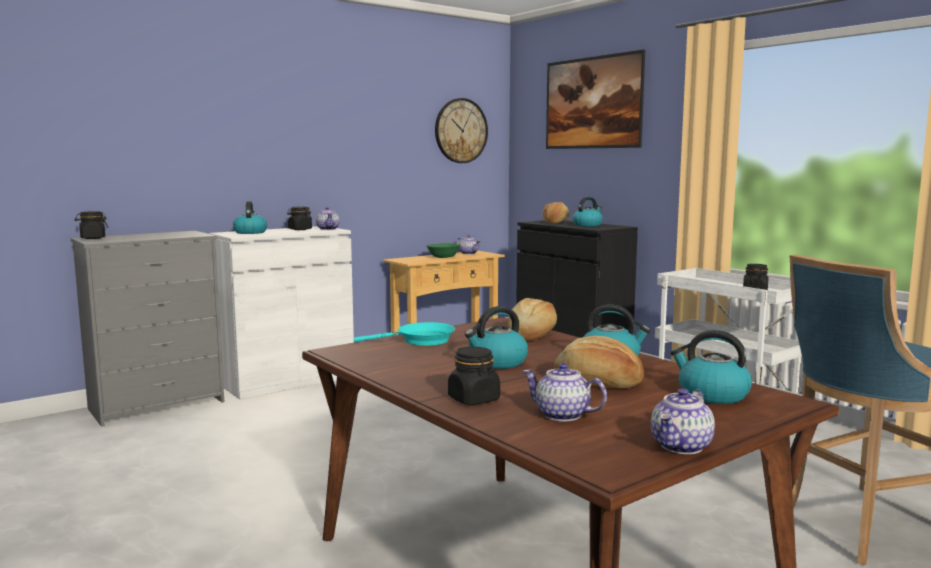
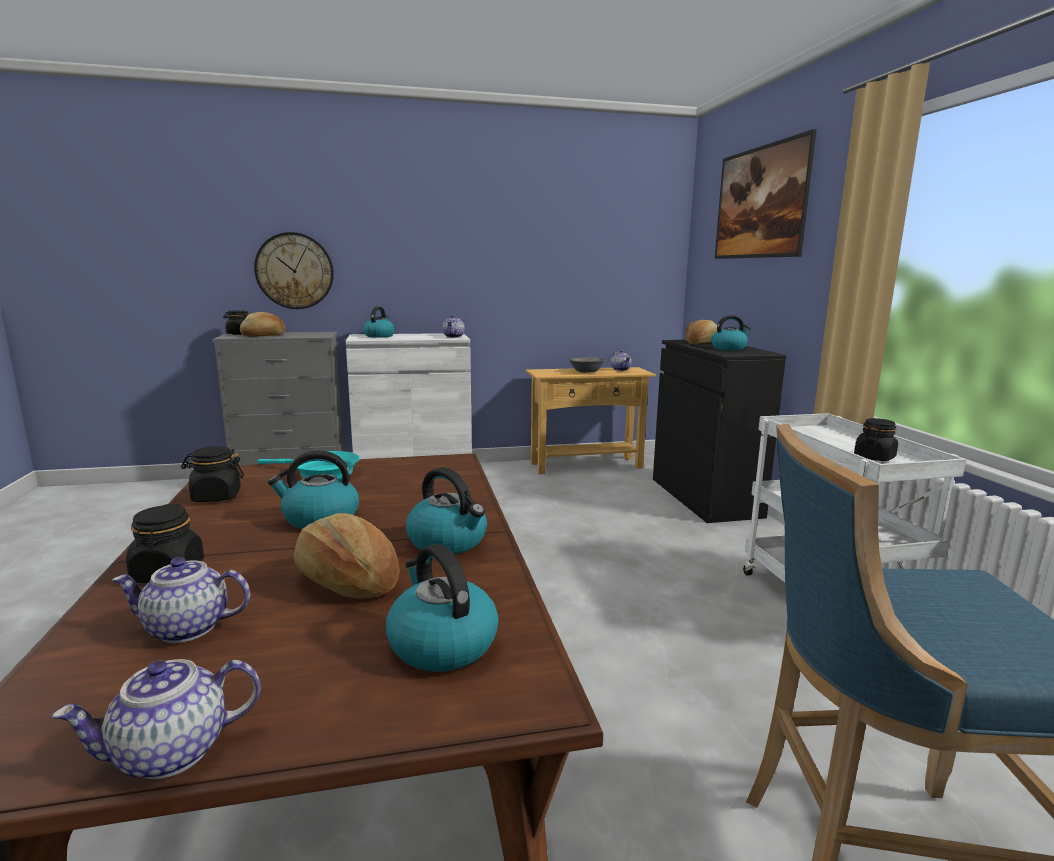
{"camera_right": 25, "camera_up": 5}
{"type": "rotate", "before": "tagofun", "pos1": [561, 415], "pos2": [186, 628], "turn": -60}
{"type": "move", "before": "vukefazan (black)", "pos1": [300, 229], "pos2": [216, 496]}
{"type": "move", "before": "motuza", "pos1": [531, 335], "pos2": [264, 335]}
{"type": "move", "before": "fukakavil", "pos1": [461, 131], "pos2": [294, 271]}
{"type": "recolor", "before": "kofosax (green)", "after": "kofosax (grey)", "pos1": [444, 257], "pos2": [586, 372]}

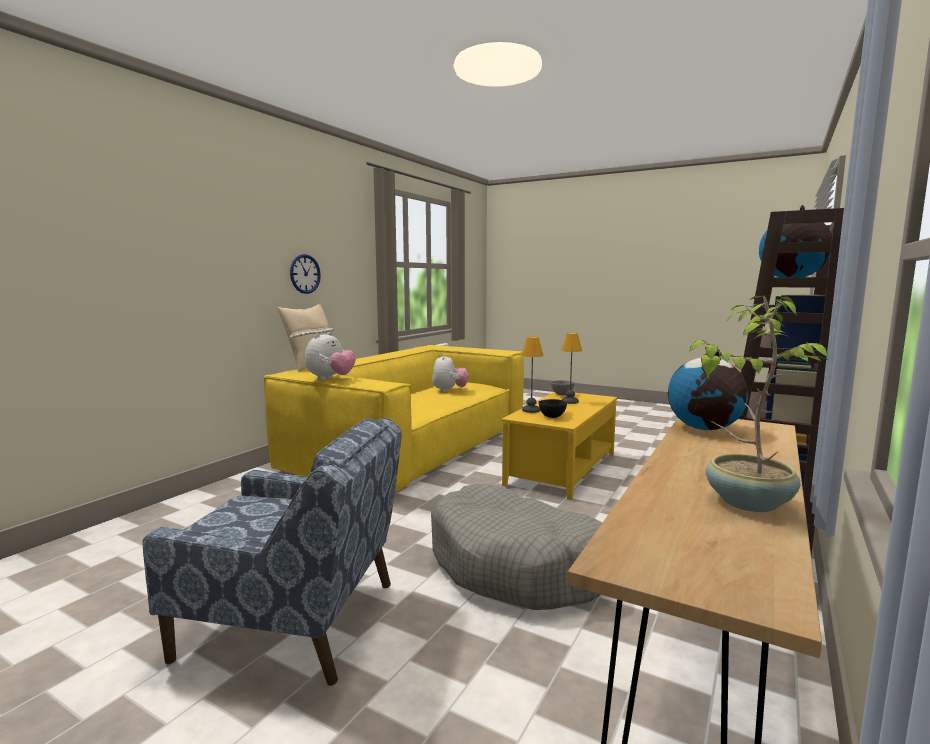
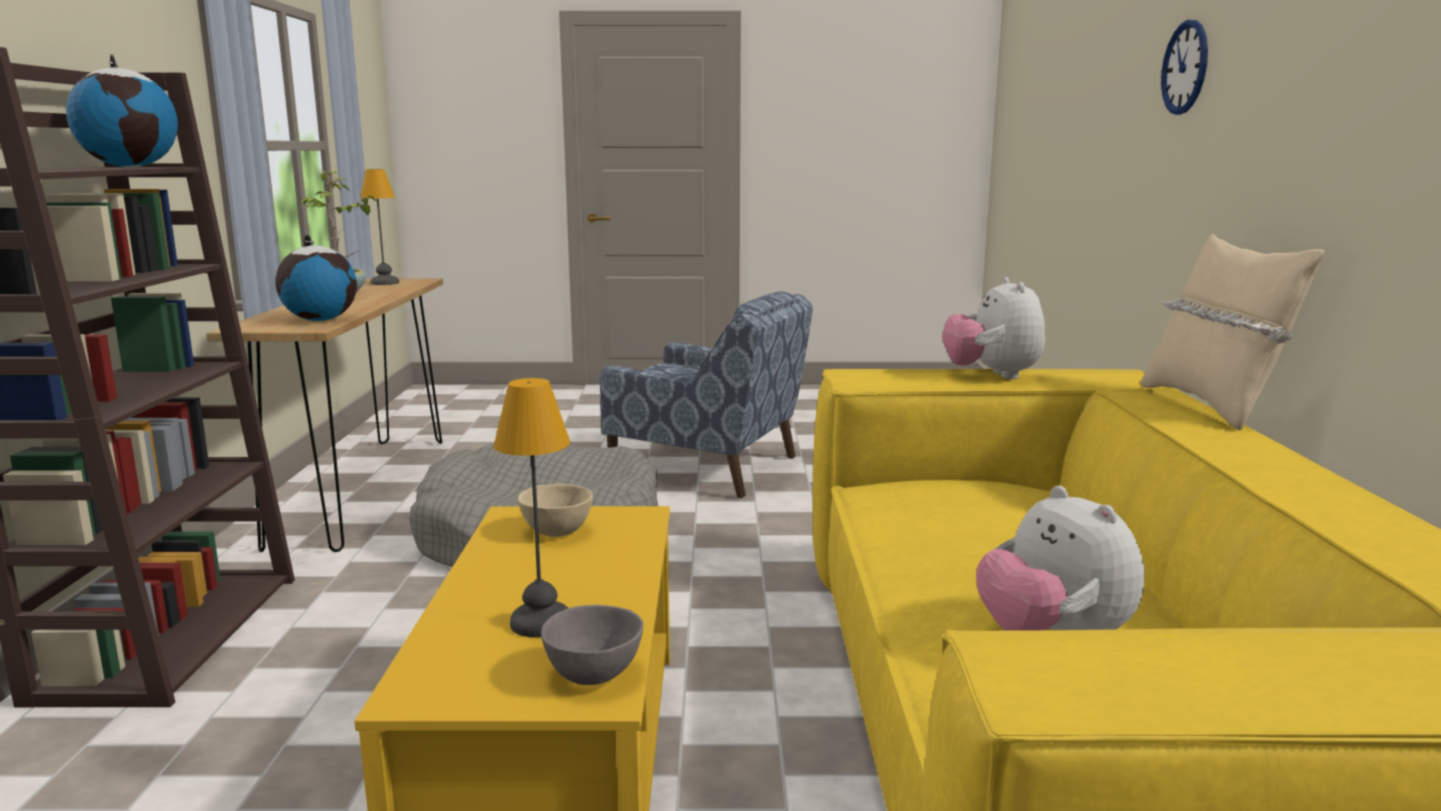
{"camera_right": 150, "camera_up": 5}
{"type": "move", "before": "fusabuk", "pos1": [531, 410], "pos2": [384, 283]}
{"type": "recolor", "before": "kofosax (black)", "after": "kofosax (beige)", "pos1": [552, 417], "pos2": [556, 532]}
{"type": "rotate", "before": "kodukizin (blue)", "pos1": [294, 621], "pos2": [708, 468], "turn": -135}
{"type": "move", "before": "fukakavil", "pos1": [305, 274], "pos2": [1185, 67]}

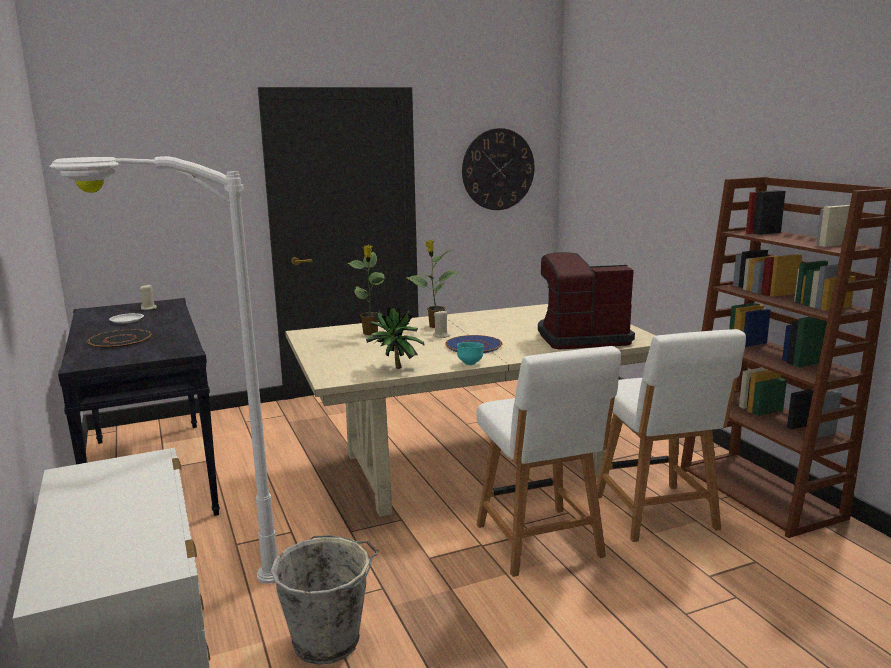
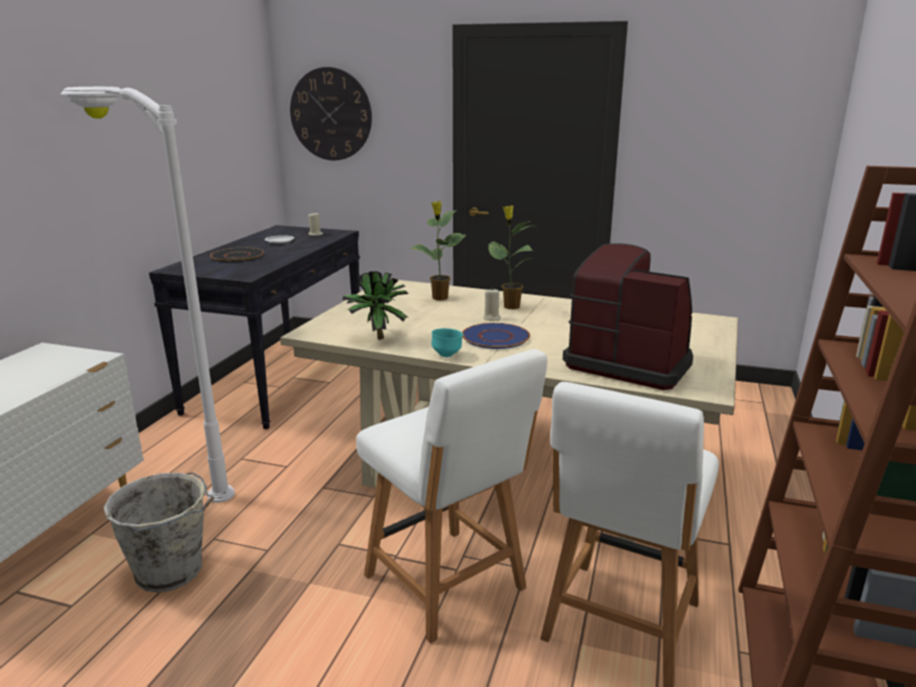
{"camera_right": 40, "camera_up": 5}
{"type": "move", "before": "fukakavil", "pos1": [498, 169], "pos2": [331, 114]}
{"type": "rotate", "before": "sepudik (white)", "pos1": [540, 543], "pos2": [448, 585], "turn": -60}

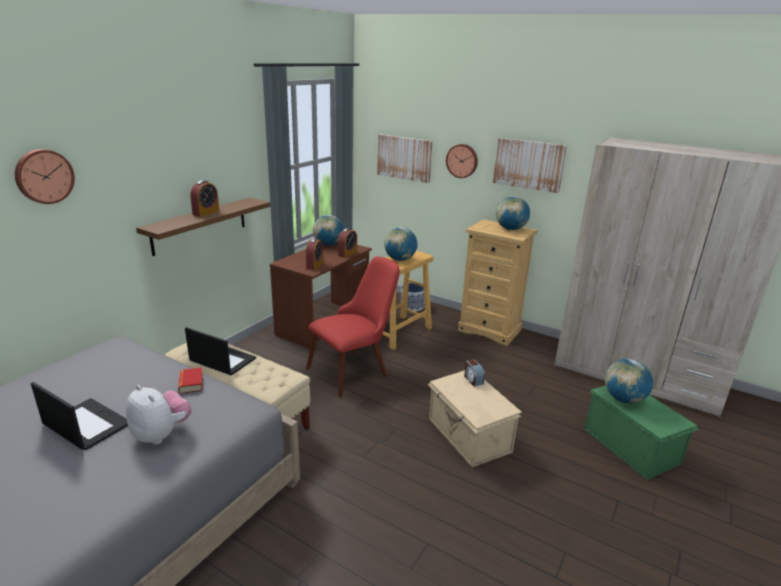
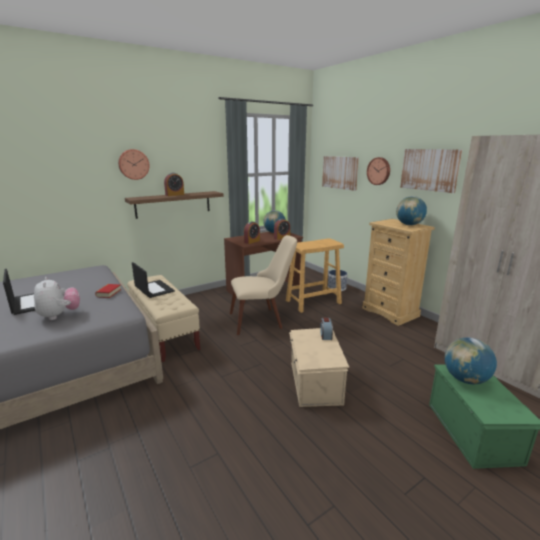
{"camera_right": 25, "camera_up": -5}
{"type": "move", "before": "fukakavil", "pos1": [44, 176], "pos2": [133, 164]}
{"type": "recolor", "before": "sepudik (red)", "after": "sepudik (beige)", "pos1": [355, 369], "pos2": [262, 319]}
{"type": "delete", "before": "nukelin", "pos1": [400, 259]}

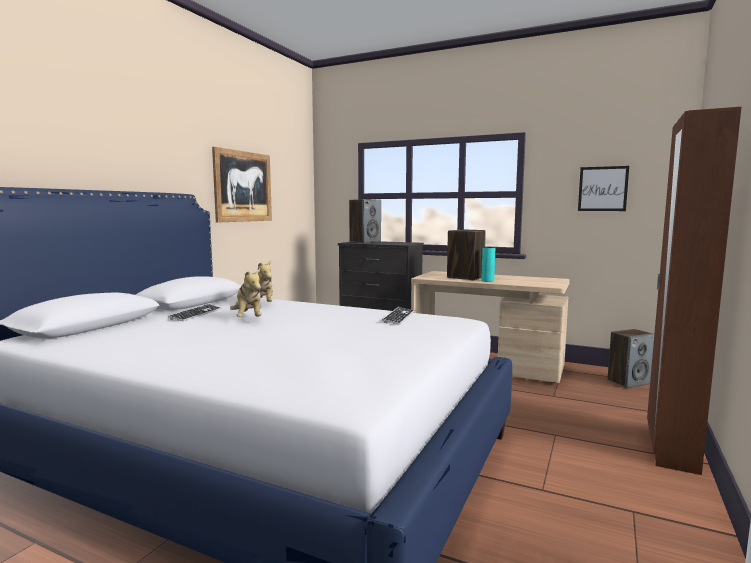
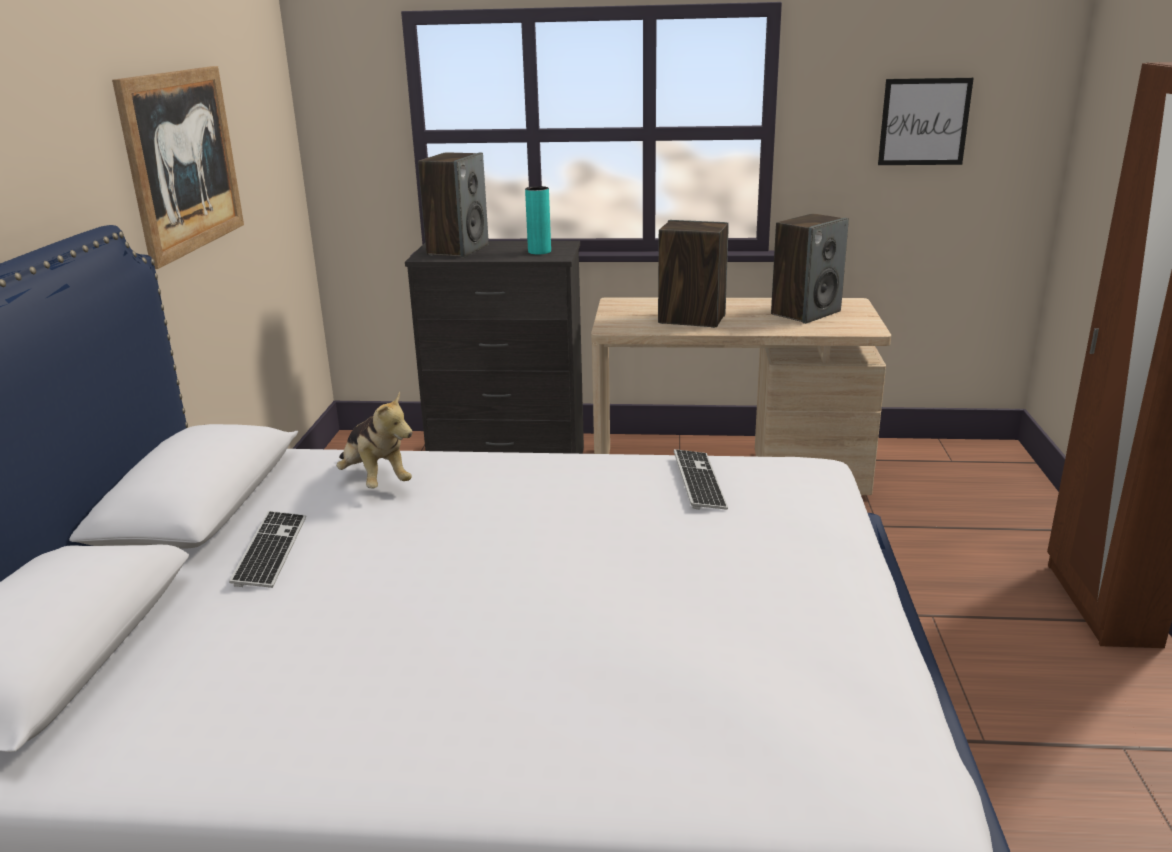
{"camera_right": -20, "camera_up": 15}
{"type": "move", "before": "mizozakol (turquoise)", "pos1": [487, 281], "pos2": [539, 252]}
{"type": "move", "before": "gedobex", "pos1": [628, 382], "pos2": [805, 313]}
{"type": "delete", "before": "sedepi", "pos1": [248, 319]}

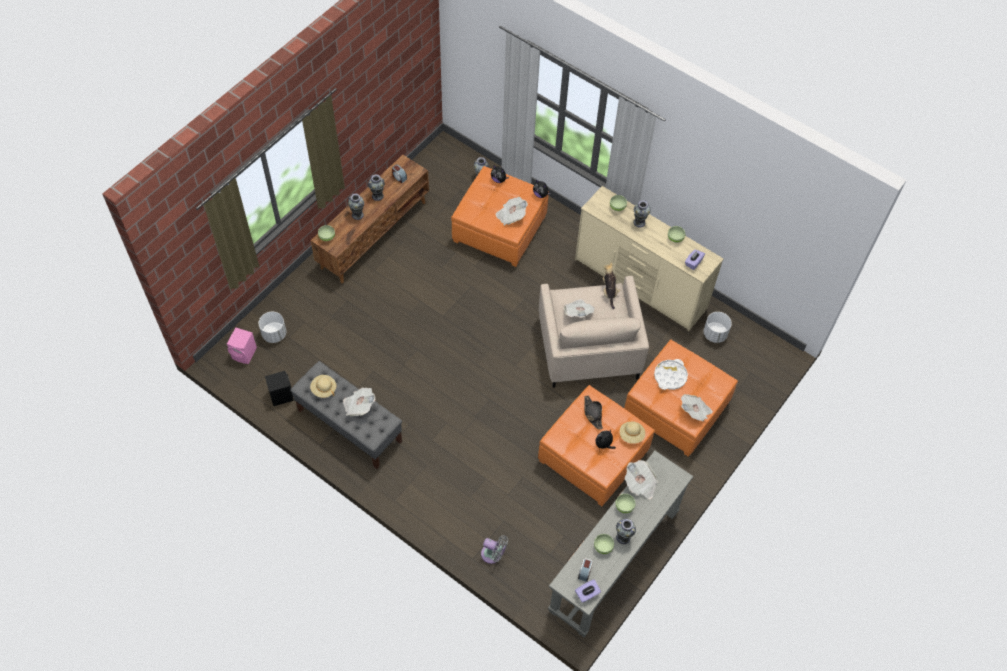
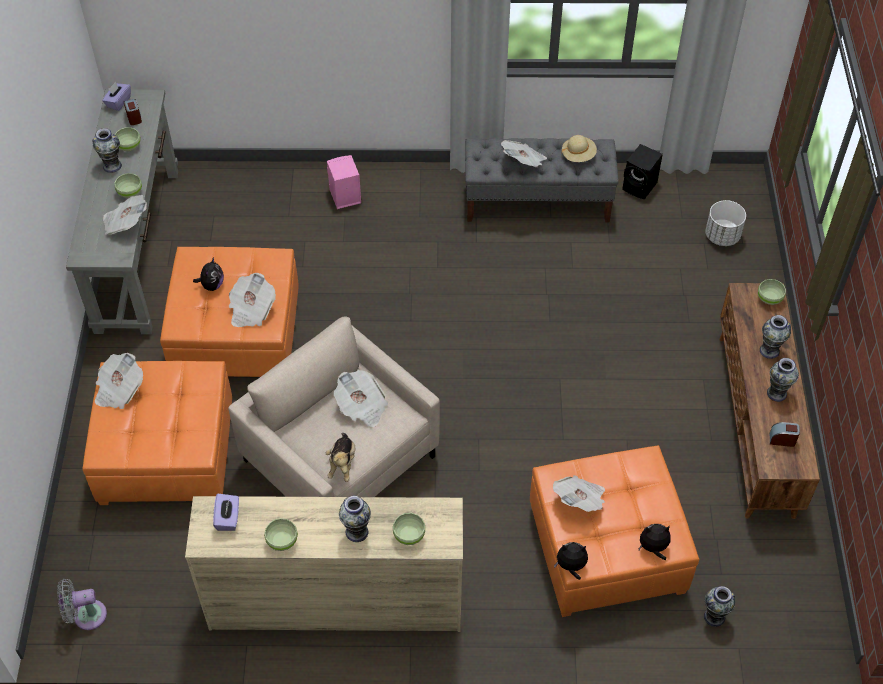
{"camera_right": 145, "camera_up": -5}
{"type": "move", "before": "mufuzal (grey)", "pos1": [493, 555], "pos2": [86, 615]}
{"type": "replace", "before": "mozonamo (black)", "after": "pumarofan", "pos1": [592, 413], "pos2": [251, 310]}
{"type": "rotate", "before": "sedepi", "pos1": [609, 291], "pos2": [342, 463], "turn": 45}
{"type": "move", "before": "gedobex (pink)", "pos1": [245, 354], "pos2": [344, 196]}
{"type": "delete", "before": "mozonamo (beige)", "pos1": [631, 435]}
{"type": "delete", "before": "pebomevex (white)", "pos1": [670, 376]}
{"type": "delete", "before": "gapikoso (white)", "pos1": [715, 334]}

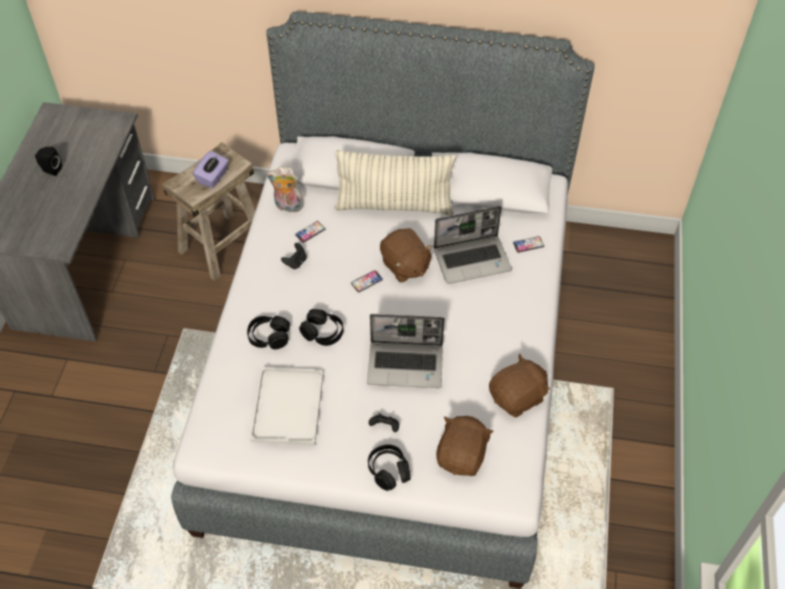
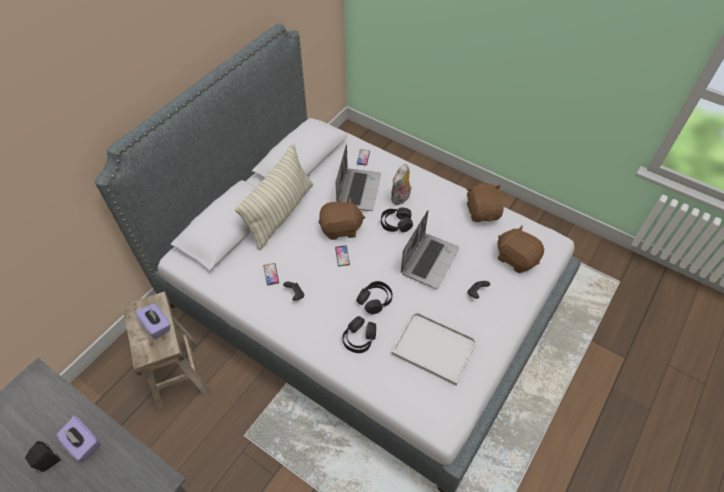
{"camera_right": -65, "camera_up": 0}
{"type": "insert", "after": "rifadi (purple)", "pos2": [83, 443]}
{"type": "move", "before": "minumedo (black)", "pos1": [388, 470], "pos2": [396, 224]}
{"type": "move", "before": "sedepi", "pos1": [287, 206], "pos2": [401, 199]}

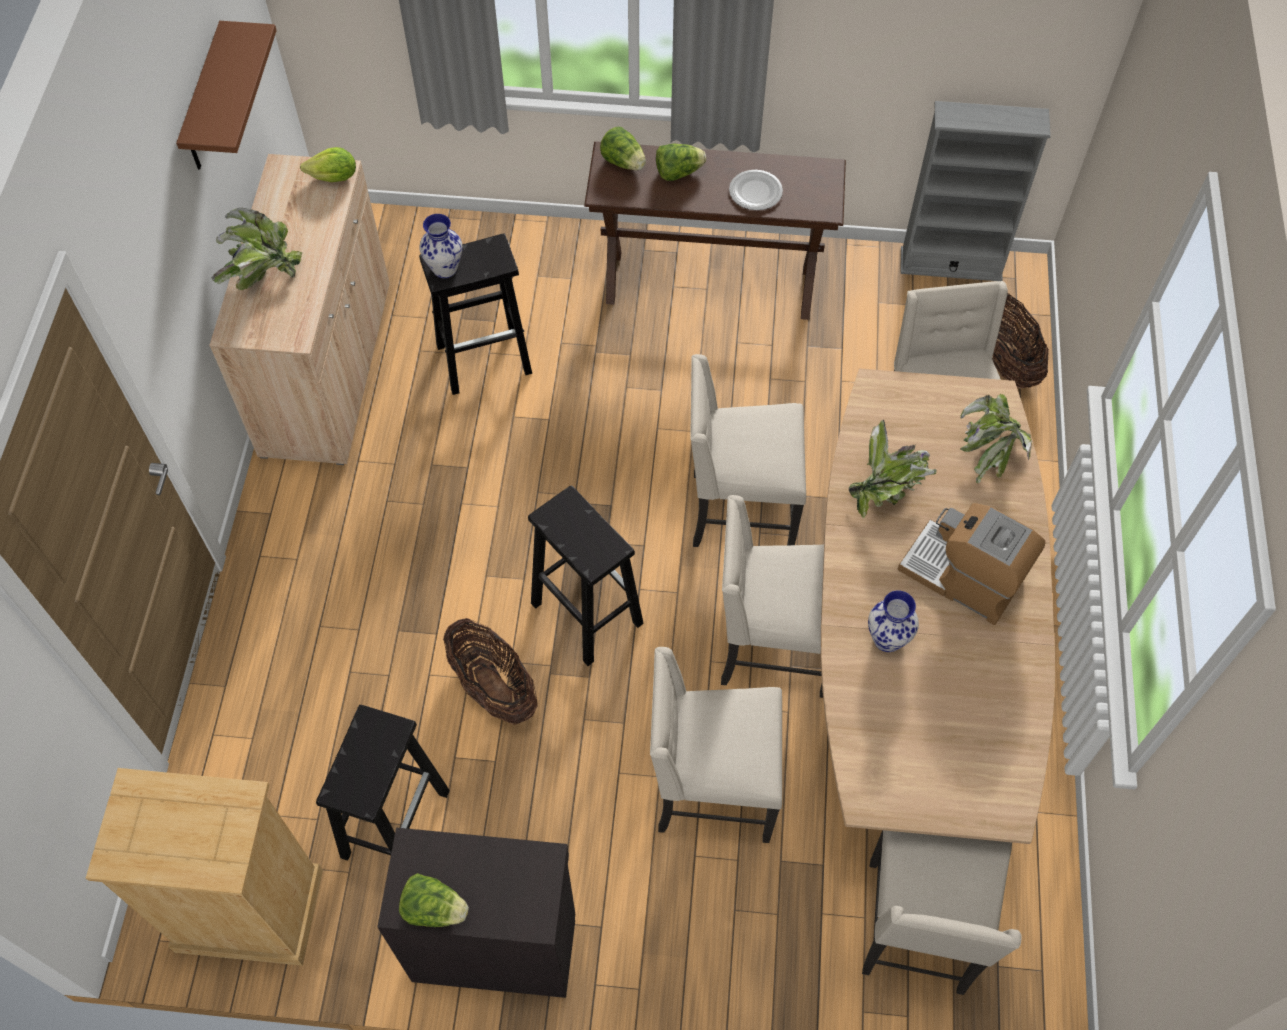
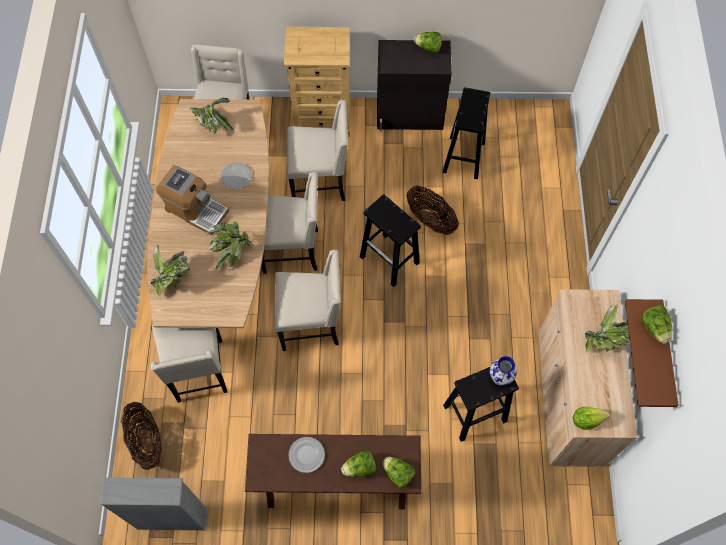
{"camera_right": 175, "camera_up": 5}
{"type": "insert", "after": "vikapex", "pos2": [213, 125]}
{"type": "replace", "before": "mizozakol", "after": "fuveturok", "pos1": [888, 640], "pos2": [236, 176]}
{"type": "move", "before": "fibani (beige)", "pos1": [248, 911], "pos2": [322, 119]}
{"type": "insert", "after": "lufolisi", "pos2": [654, 328]}

